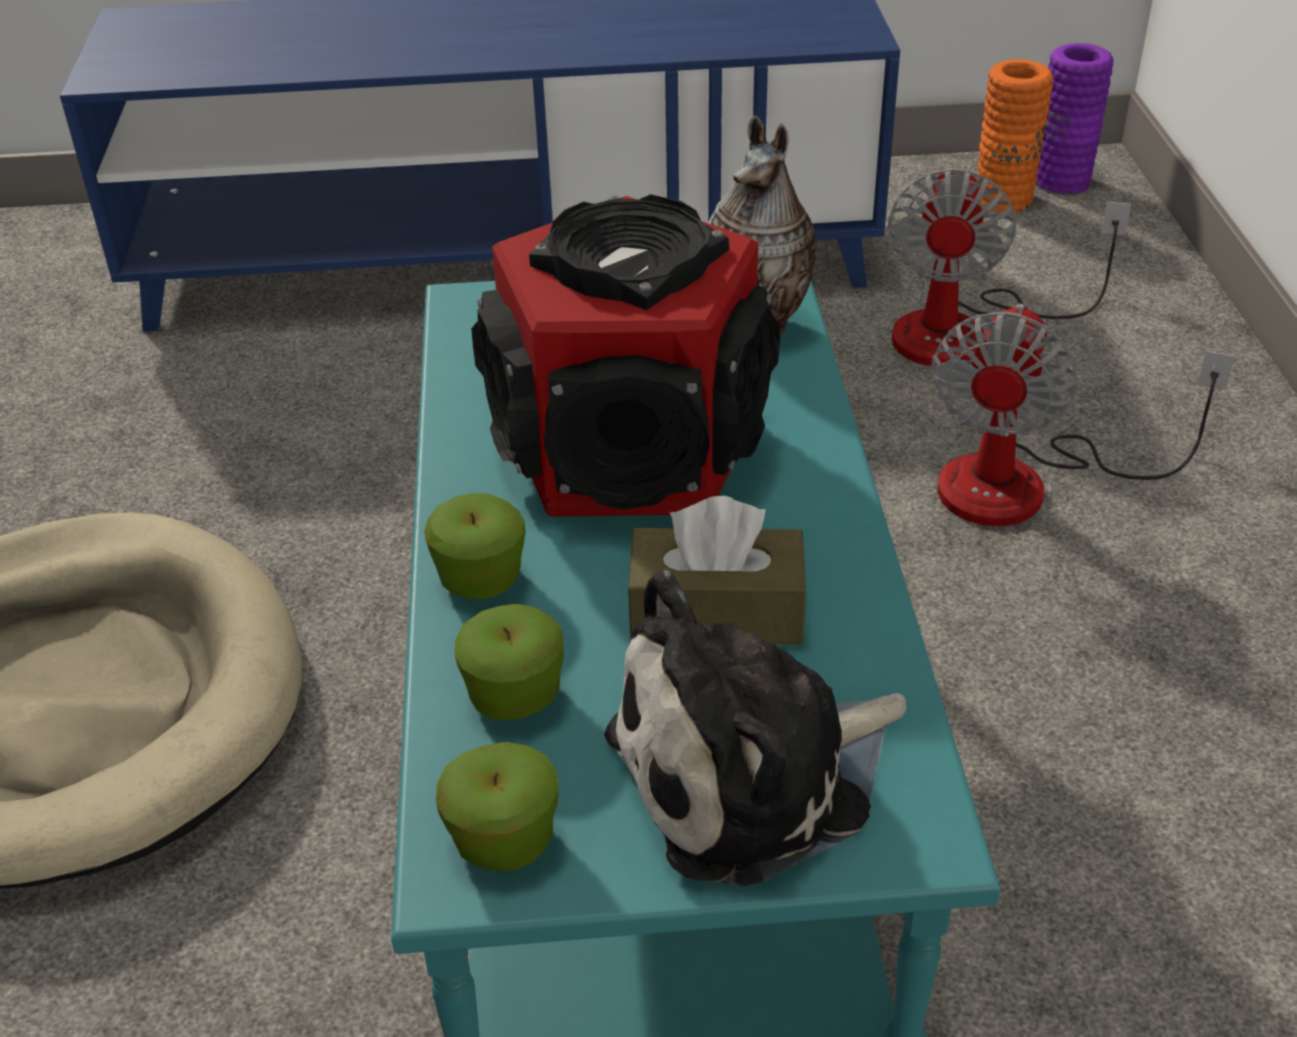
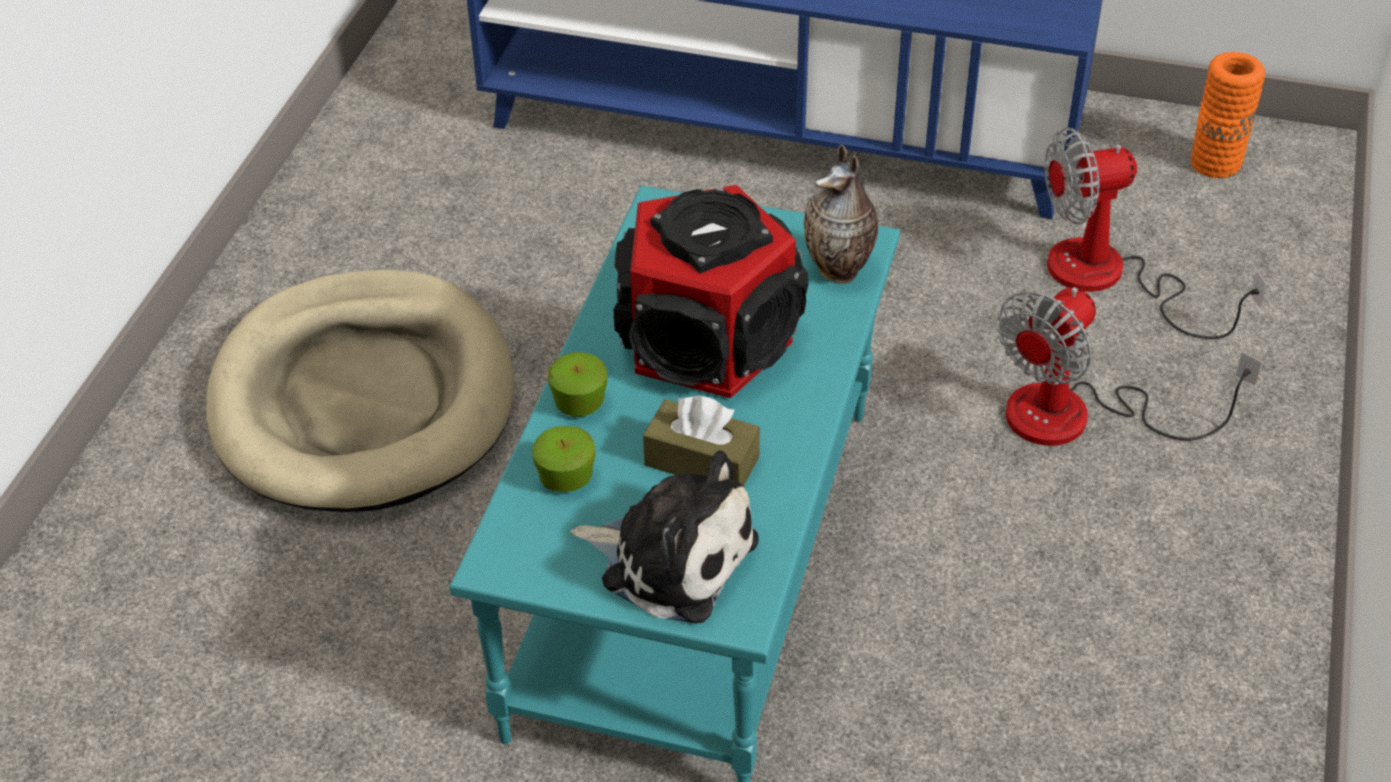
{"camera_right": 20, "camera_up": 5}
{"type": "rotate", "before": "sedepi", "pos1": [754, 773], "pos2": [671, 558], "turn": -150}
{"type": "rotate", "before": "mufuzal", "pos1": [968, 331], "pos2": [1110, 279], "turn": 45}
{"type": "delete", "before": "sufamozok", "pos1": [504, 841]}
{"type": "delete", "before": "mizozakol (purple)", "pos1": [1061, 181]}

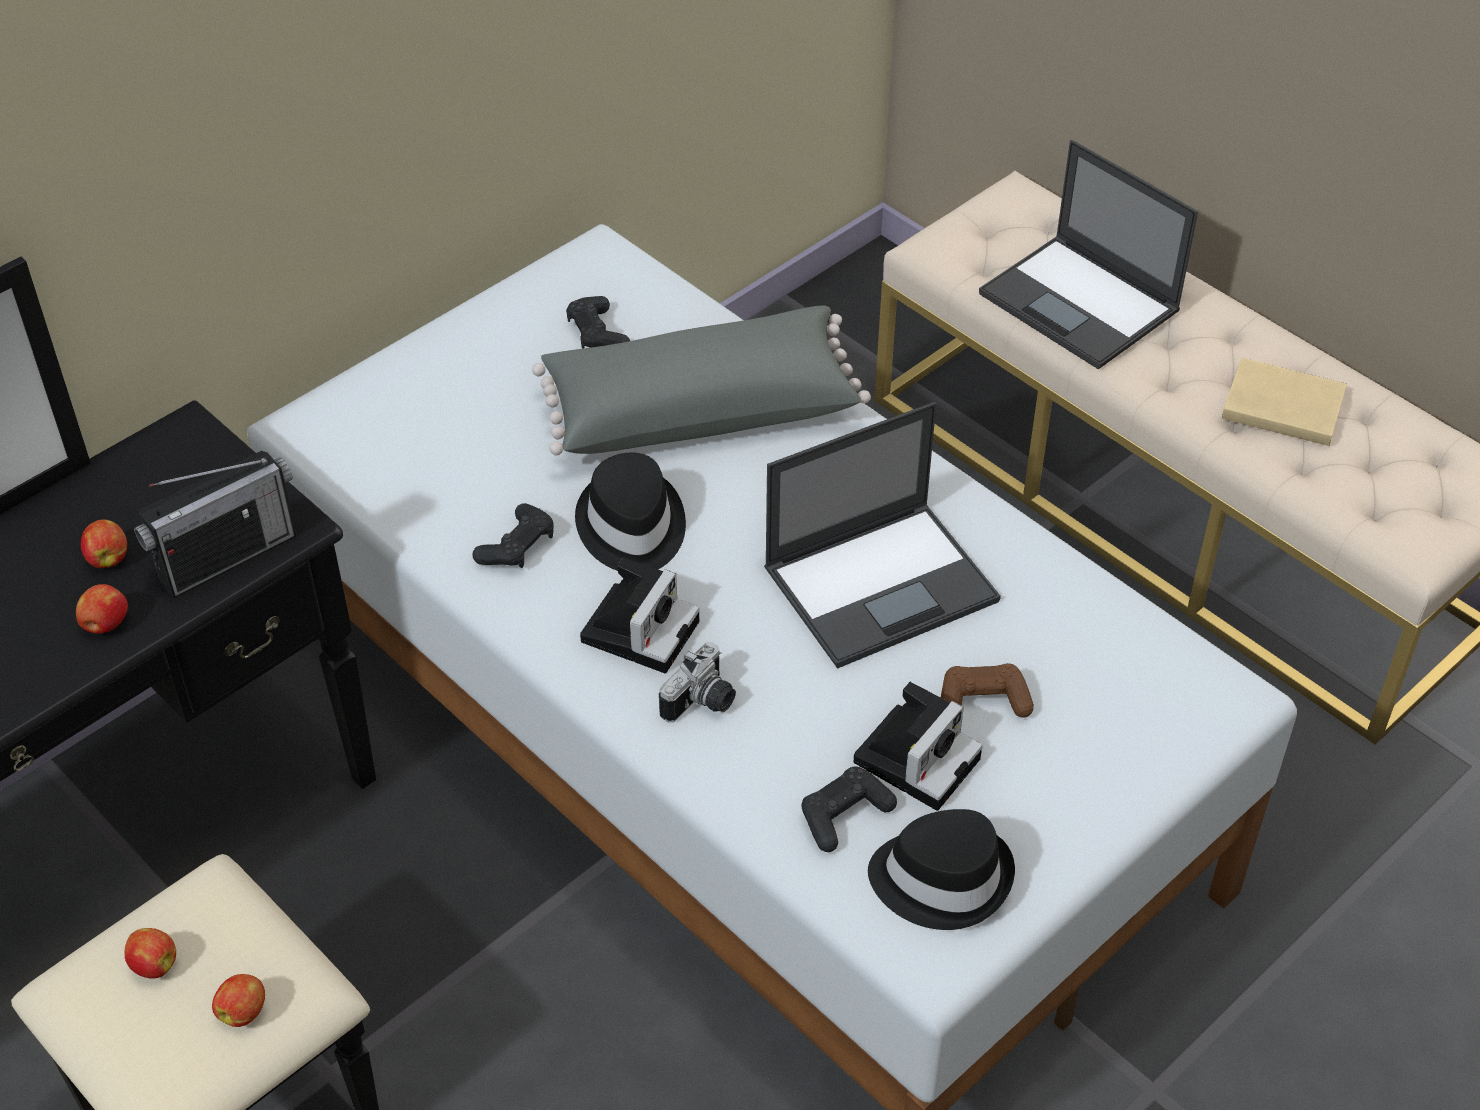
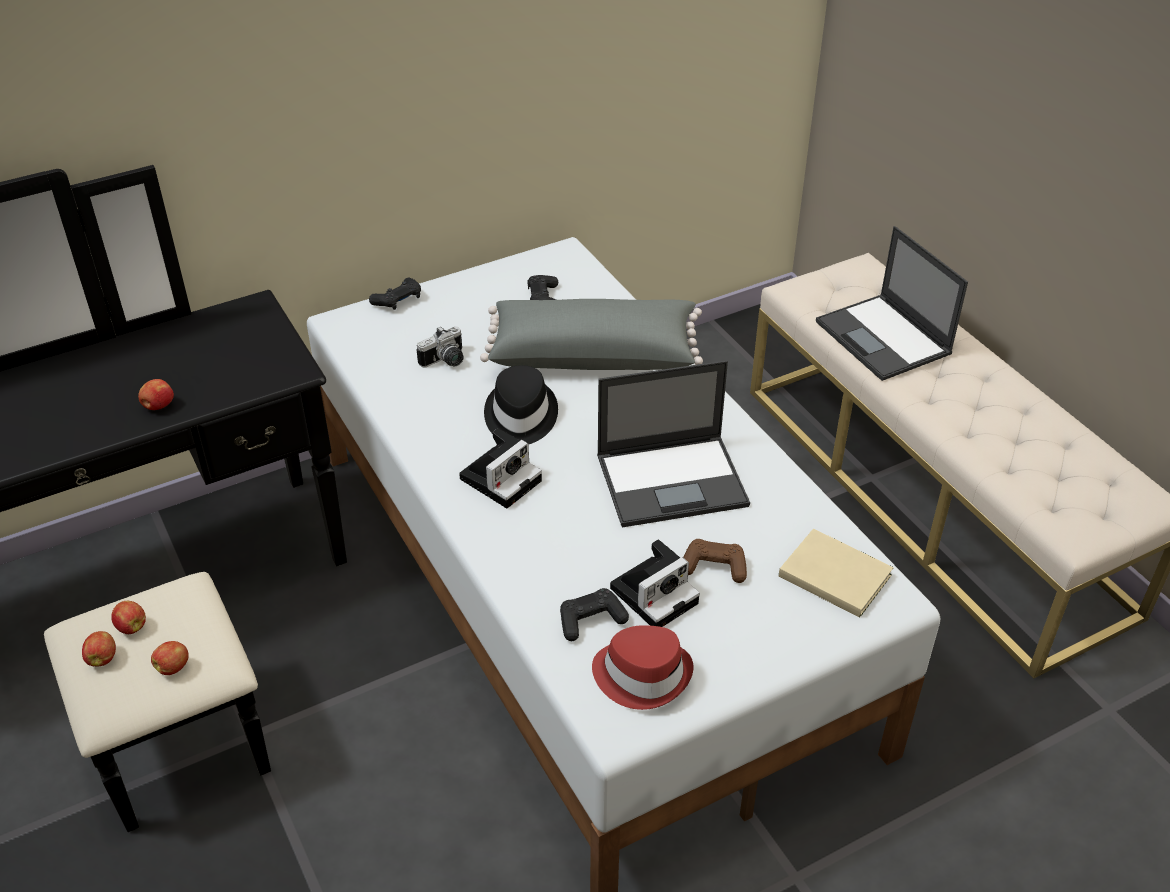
{"camera_right": 15, "camera_up": -5}
{"type": "move", "before": "sufamozok", "pos1": [108, 558], "pos2": [103, 658]}
{"type": "move", "before": "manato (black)", "pos1": [517, 547], "pos2": [398, 300]}
{"type": "move", "before": "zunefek", "pos1": [703, 703], "pos2": [446, 361]}
{"type": "recolor", "before": "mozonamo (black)", "after": "mozonamo (red)", "pos1": [942, 877], "pos2": [642, 674]}
{"type": "move", "before": "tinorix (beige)", "pos1": [1280, 404], "pos2": [833, 573]}
{"type": "delete", "before": "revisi", "pos1": [227, 556]}

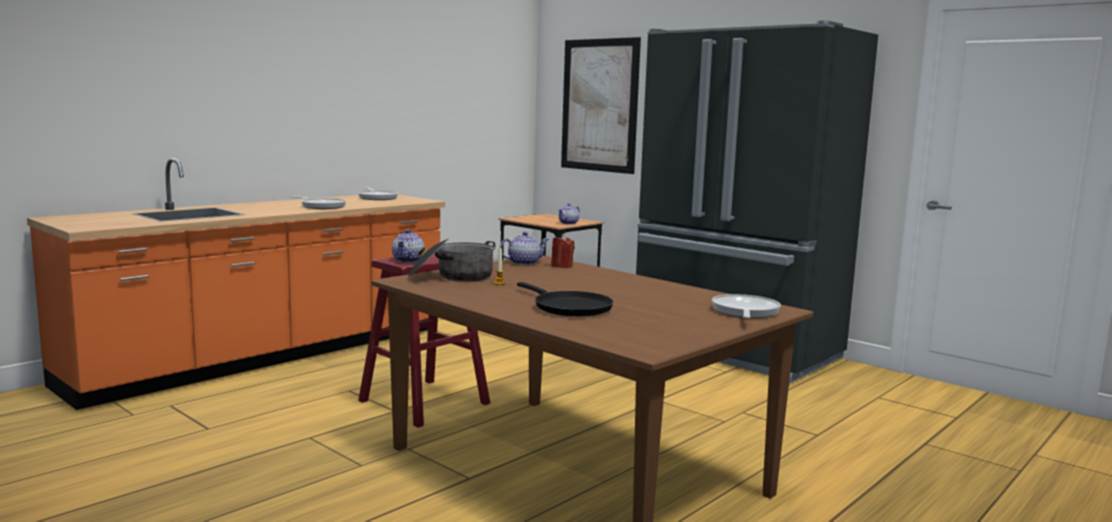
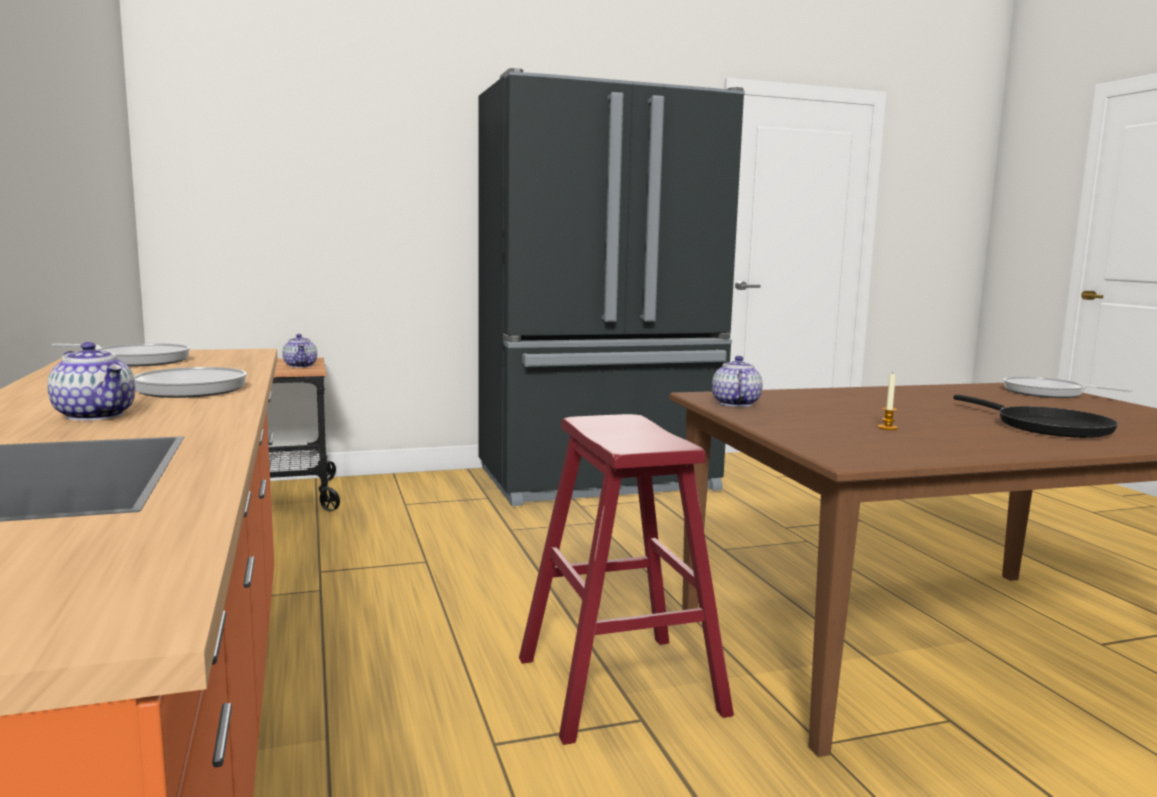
{"camera_right": -60, "camera_up": 0}
{"type": "move", "before": "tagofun", "pos1": [408, 260], "pos2": [96, 415]}
{"type": "rotate", "before": "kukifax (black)", "pos1": [569, 307], "pos2": [1046, 427], "turn": 75}
{"type": "delete", "before": "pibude", "pos1": [452, 277]}
{"type": "delete", "before": "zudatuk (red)", "pos1": [562, 266]}
{"type": "delete", "before": "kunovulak", "pos1": [599, 105]}

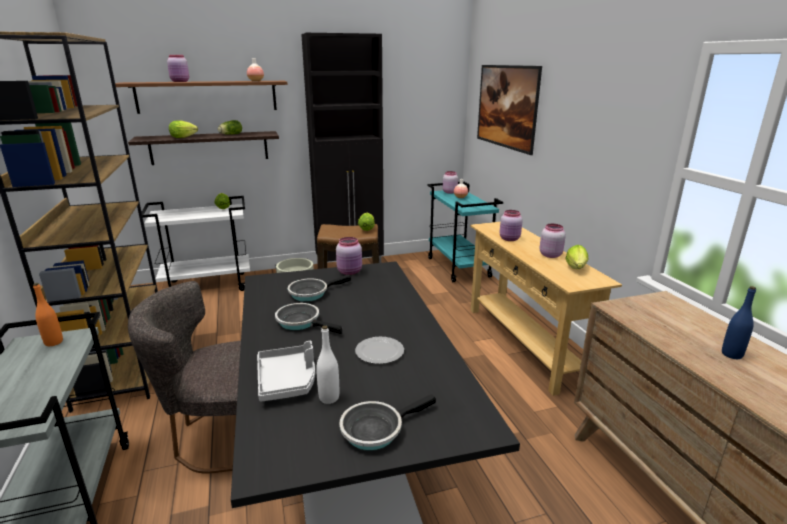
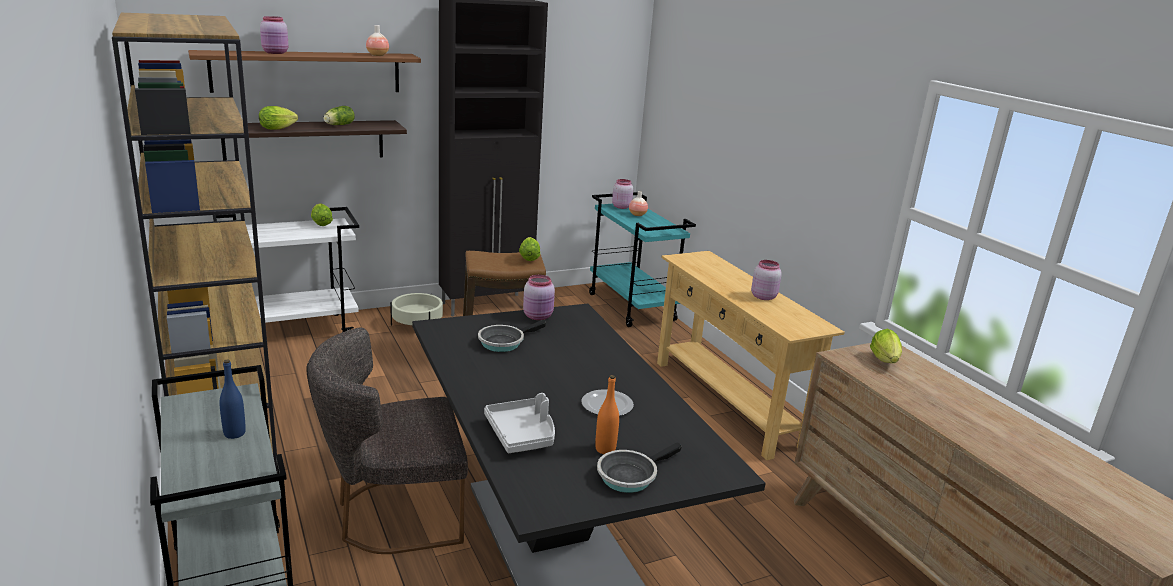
{"camera_right": -10, "camera_up": 0}
{"type": "move", "before": "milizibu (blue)", "pos1": [731, 354], "pos2": [234, 433]}
{"type": "move", "before": "milizibu (orange)", "pos1": [54, 342], "pos2": [605, 449]}
{"type": "move", "before": "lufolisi", "pos1": [576, 269], "pos2": [885, 362]}
{"type": "delete", "before": "kukifax", "pos1": [301, 322]}
{"type": "delete", "before": "milizibu (white)", "pos1": [329, 398]}
{"type": "delete", "before": "kunovulak", "pos1": [504, 126]}
{"type": "delete", "before": "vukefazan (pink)", "pos1": [510, 239]}

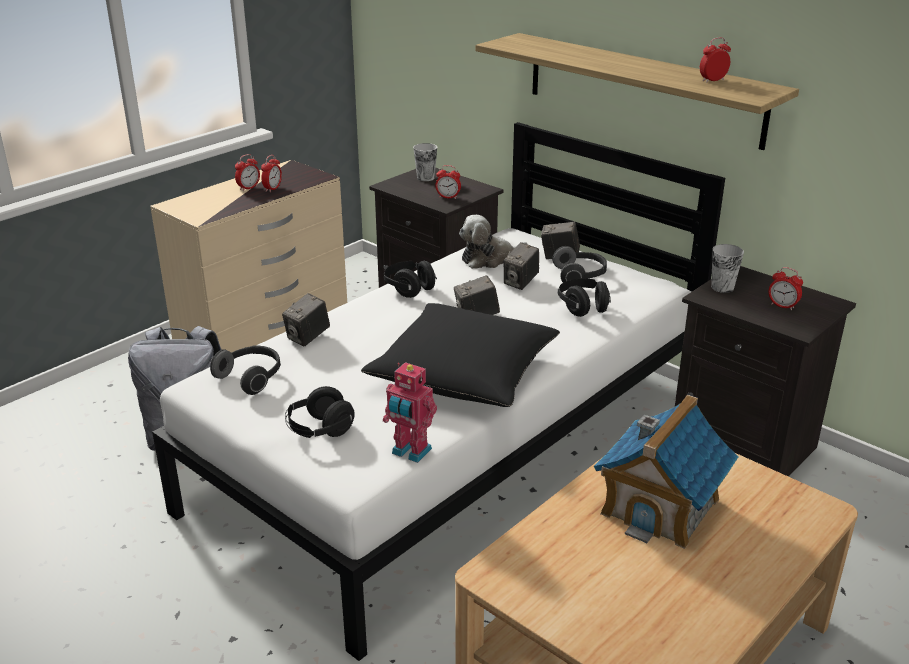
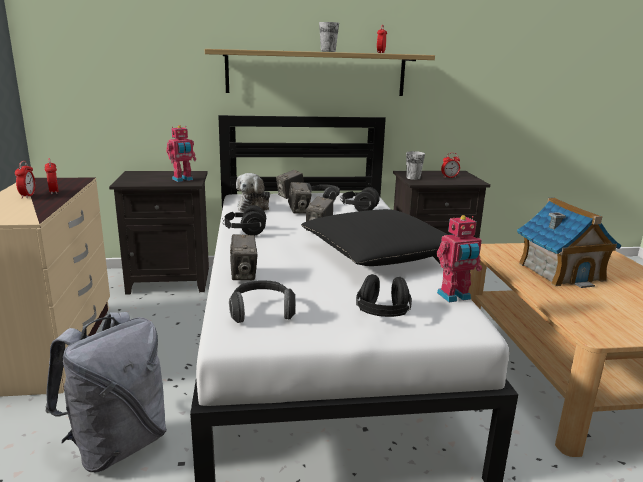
{"camera_right": -50, "camera_up": -10}
{"type": "replace", "before": "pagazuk", "after": "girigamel", "pos1": [448, 197], "pos2": [183, 179]}
{"type": "move", "before": "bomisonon", "pos1": [425, 178], "pos2": [328, 51]}

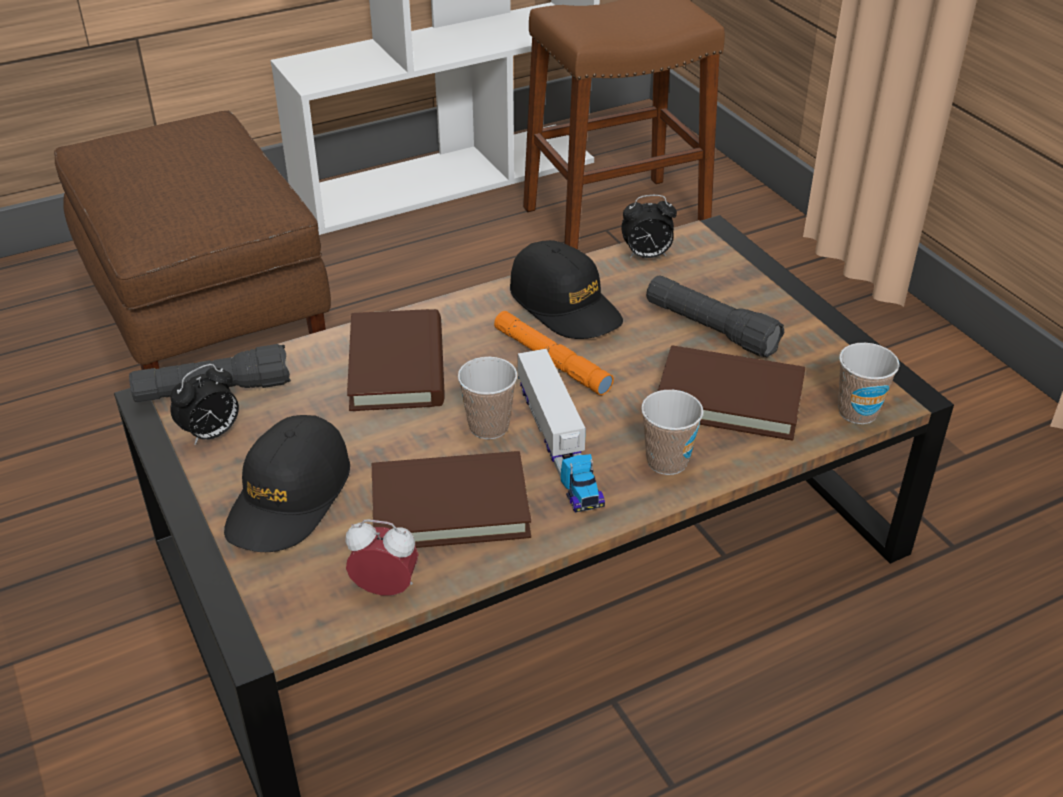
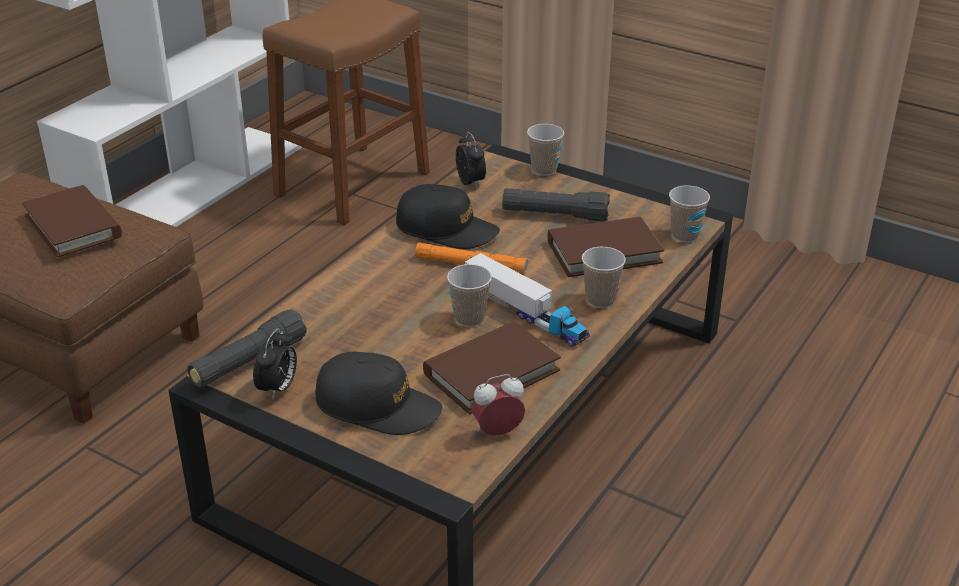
{"camera_right": -30, "camera_up": -5}
{"type": "move", "before": "tinorix (brown)", "pos1": [397, 366], "pos2": [73, 226]}
{"type": "rotate", "before": "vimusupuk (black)", "pos1": [289, 498], "pos2": [378, 406], "turn": -60}
{"type": "rotate", "before": "pagazuk", "pos1": [646, 256], "pos2": [471, 183], "turn": -75}
{"type": "insert", "after": "bomisonon", "pos2": [544, 169]}

